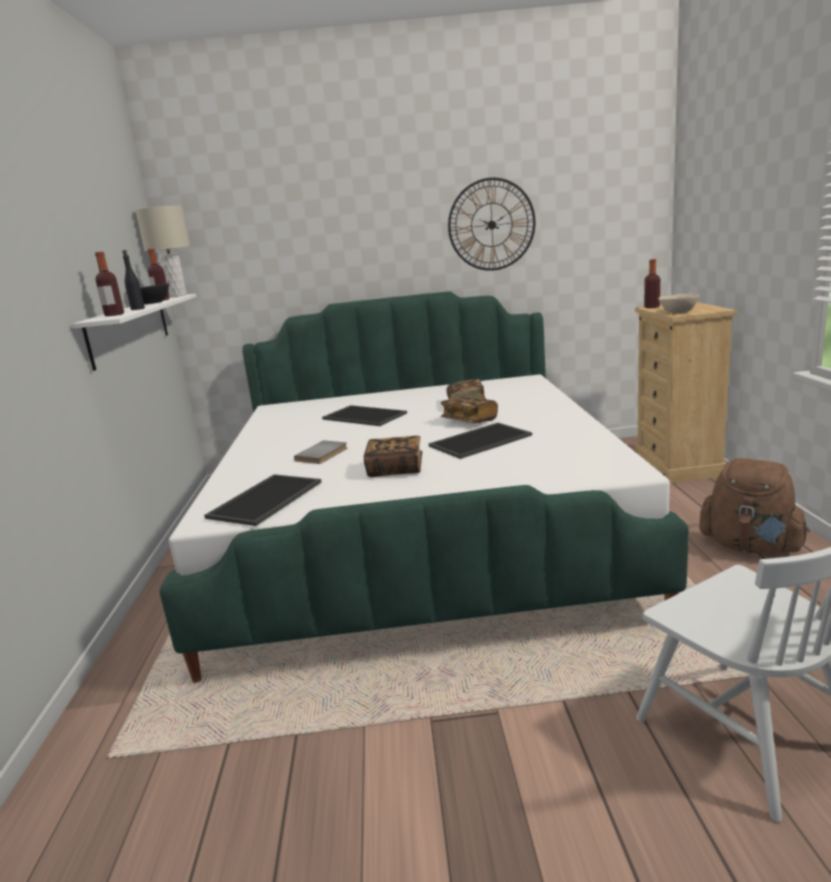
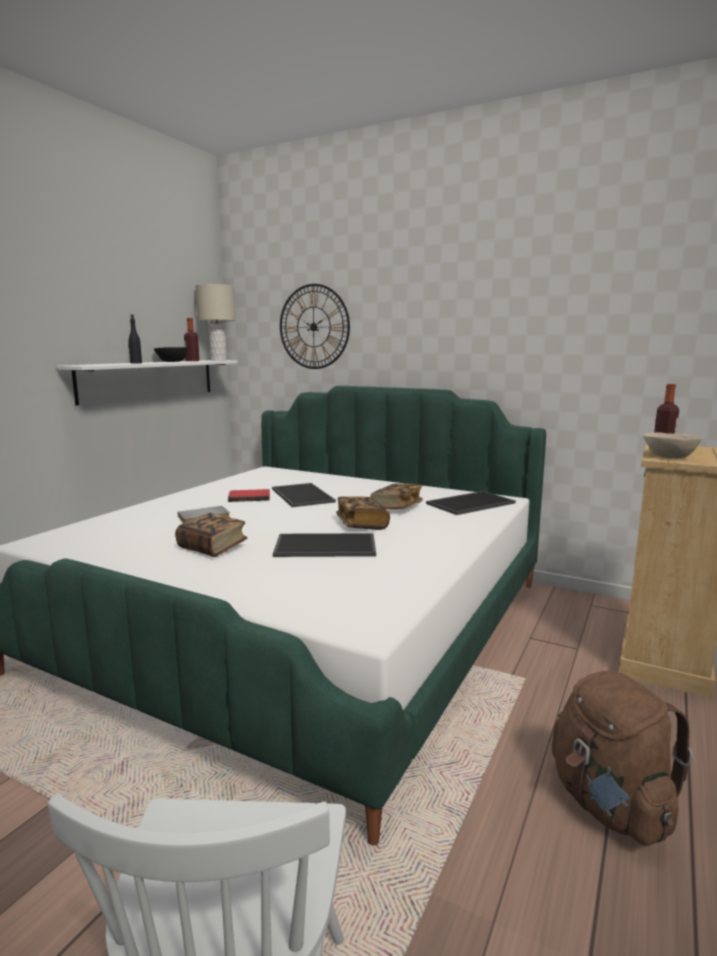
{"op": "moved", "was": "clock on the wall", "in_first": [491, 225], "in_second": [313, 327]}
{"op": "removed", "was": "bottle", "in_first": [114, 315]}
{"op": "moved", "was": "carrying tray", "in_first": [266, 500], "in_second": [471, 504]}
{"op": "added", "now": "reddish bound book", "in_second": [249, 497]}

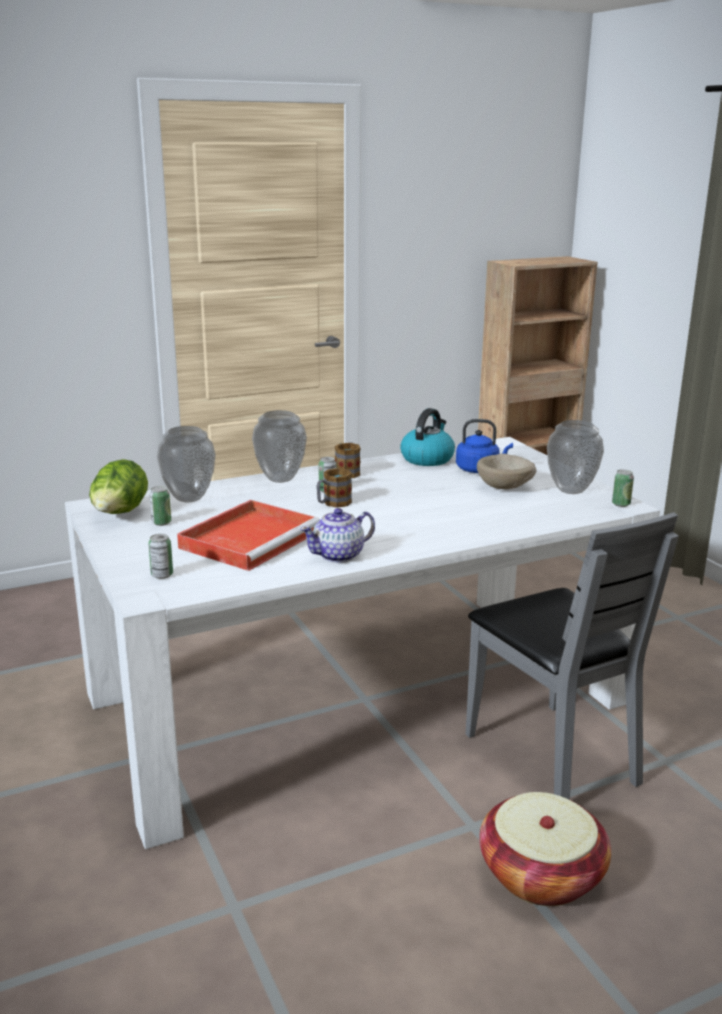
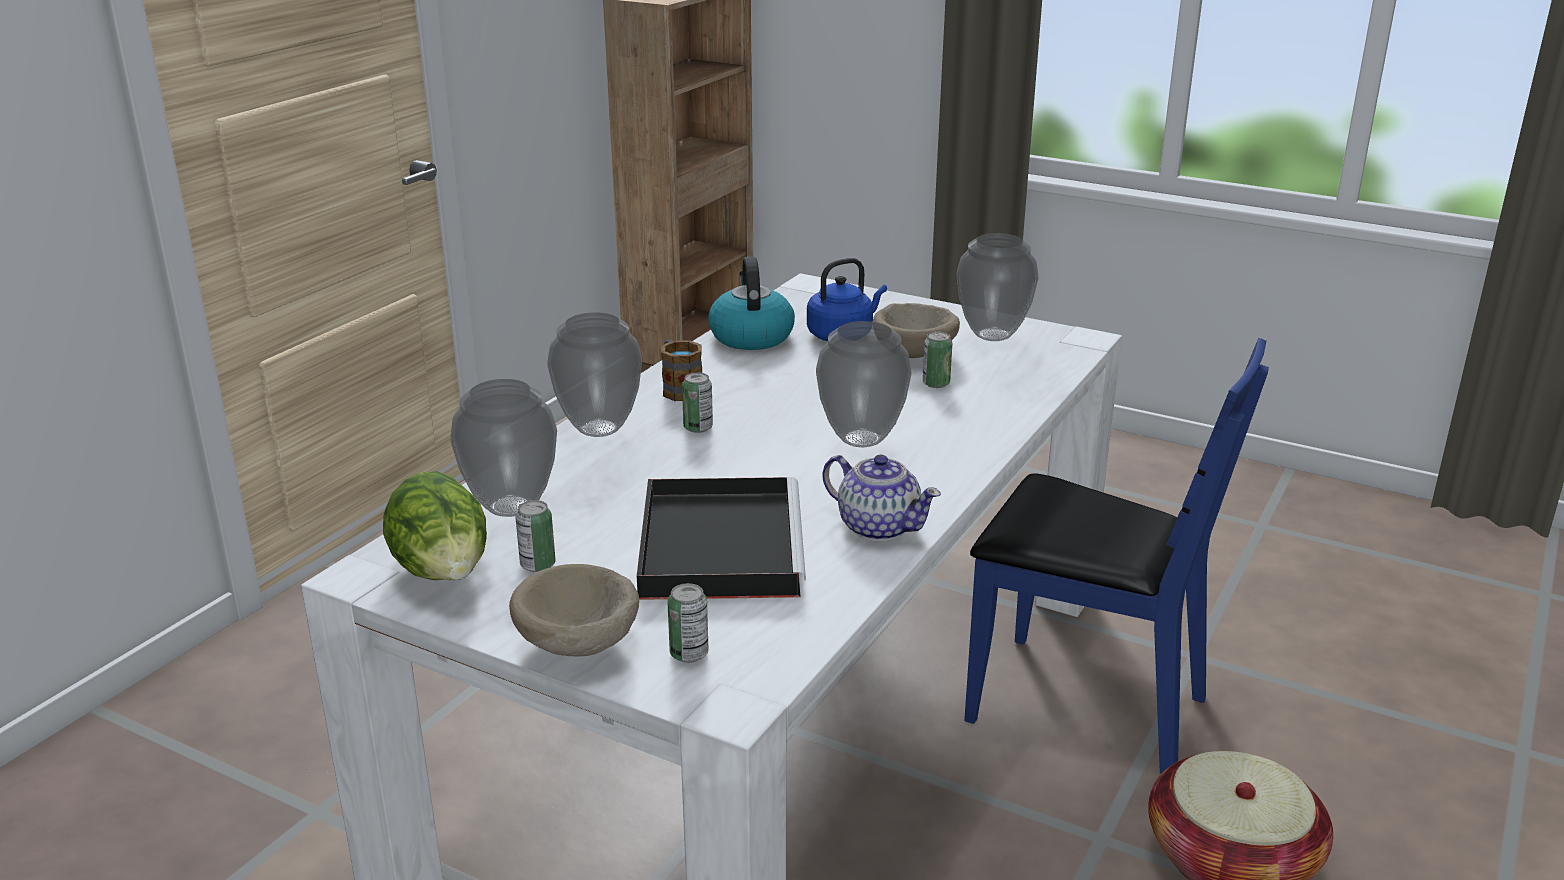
{"op": "removed", "was": "tea mug", "in_first": [333, 503]}
{"op": "moved", "was": "metal can", "in_first": [621, 504], "in_second": [936, 383]}
{"op": "recoloured", "was": "reddish carrying tray", "now": "black carrying tray", "in_first": [251, 539], "in_second": [718, 544]}
{"op": "turned", "was": "teapot", "in_first": [339, 555], "in_second": [878, 526], "clockwise": -75}
{"op": "recoloured", "was": "greyish chair", "now": "blue chair", "in_first": [551, 756], "in_second": [1084, 705]}
{"op": "added", "now": "vase", "in_second": [862, 439]}
{"op": "added", "now": "beige-coloured bowl", "in_second": [577, 647]}

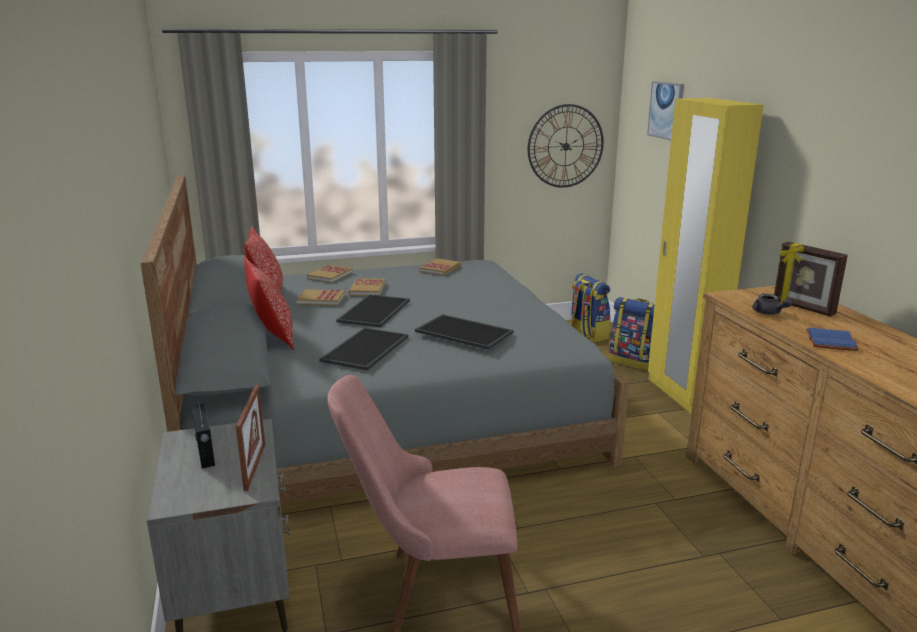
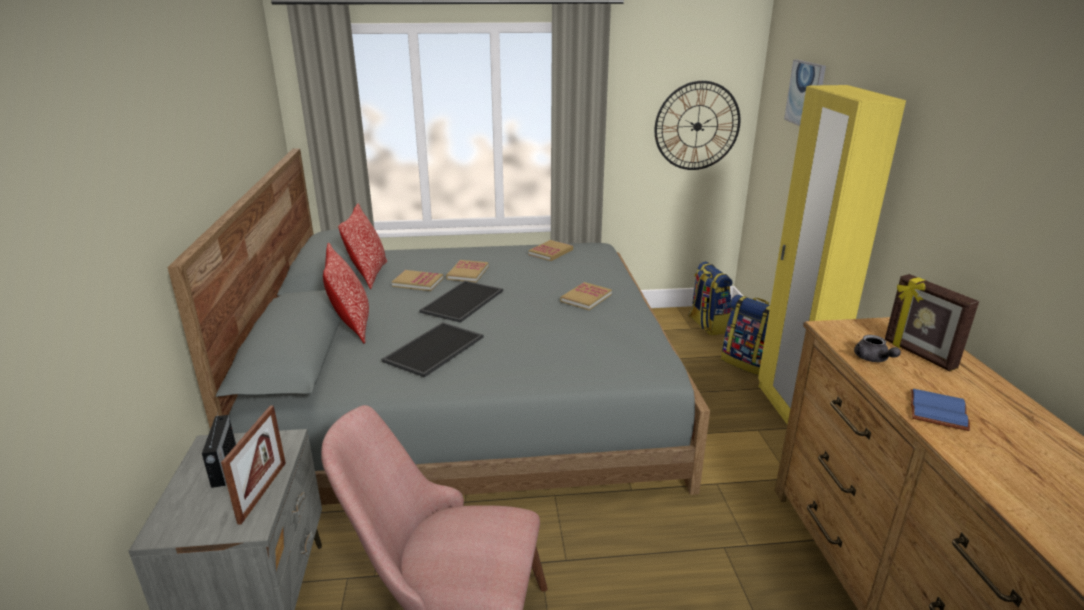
{"op": "moved", "was": "bound book", "in_first": [330, 276], "in_second": [586, 298]}
{"op": "removed", "was": "carrying tray", "in_first": [465, 332]}

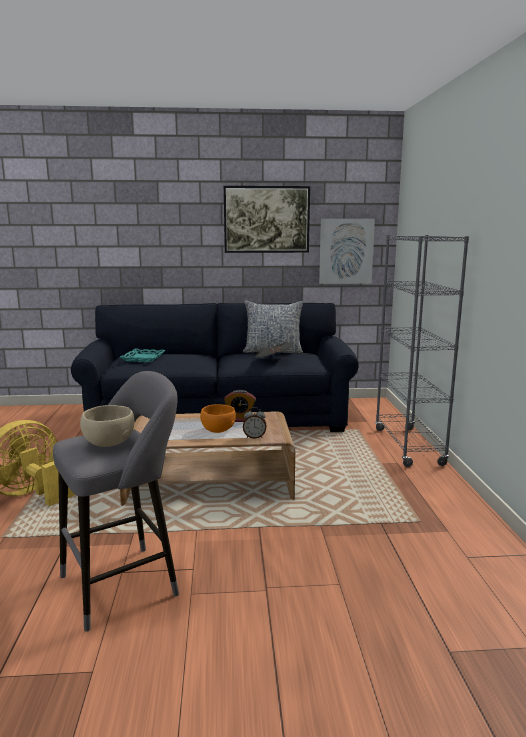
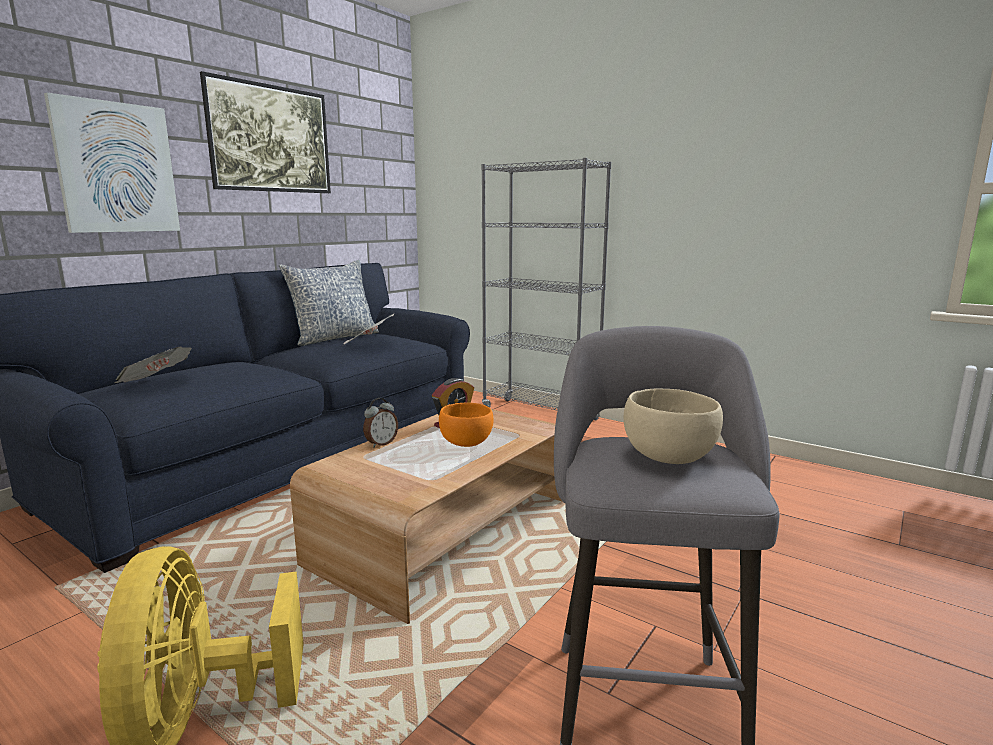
{"op": "moved", "was": "wall art", "in_first": [346, 251], "in_second": [116, 168]}
{"op": "replaced", "was": "blue-green carrying tray", "now": "newspaper", "in_first": [143, 358], "in_second": [156, 384]}
{"op": "moved", "was": "bedside clock", "in_first": [254, 437], "in_second": [381, 443]}

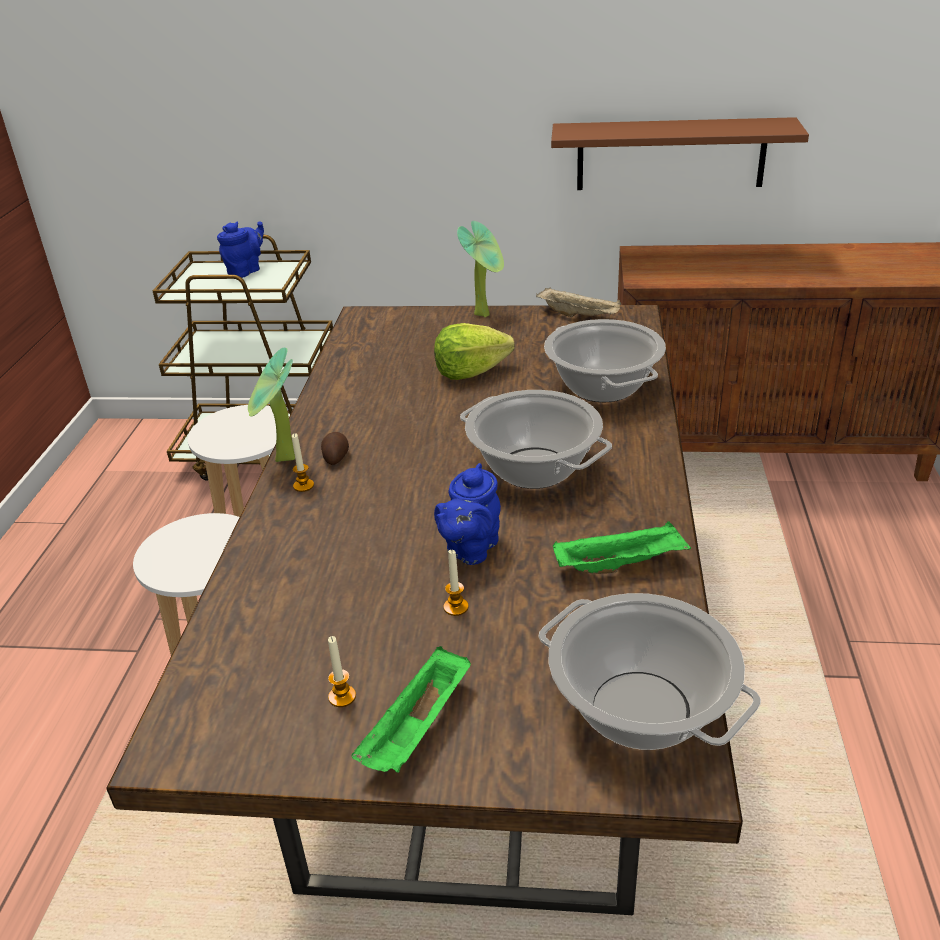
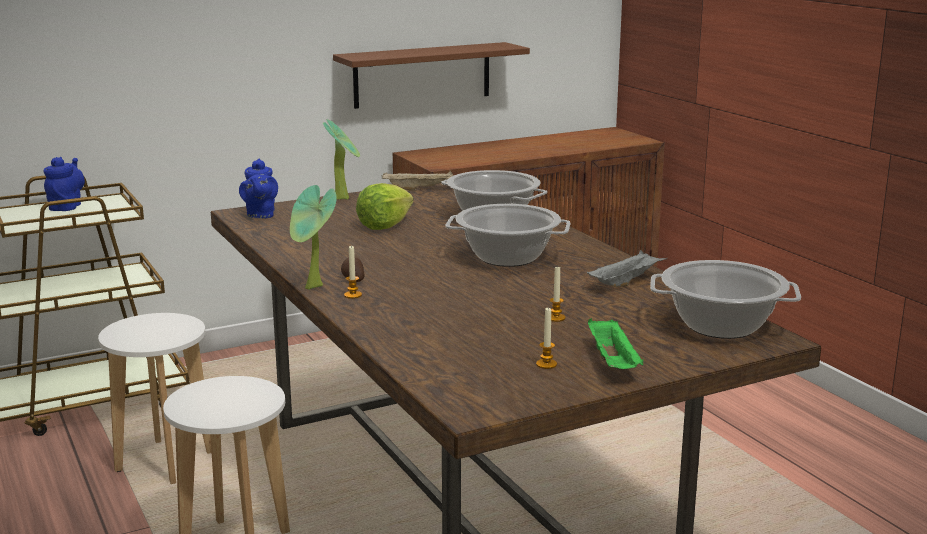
{"op": "moved", "was": "blue teapot", "in_first": [470, 549], "in_second": [260, 215]}
{"op": "recoloured", "was": "green carrying tray", "now": "greyish carrying tray", "in_first": [621, 564], "in_second": [626, 282]}

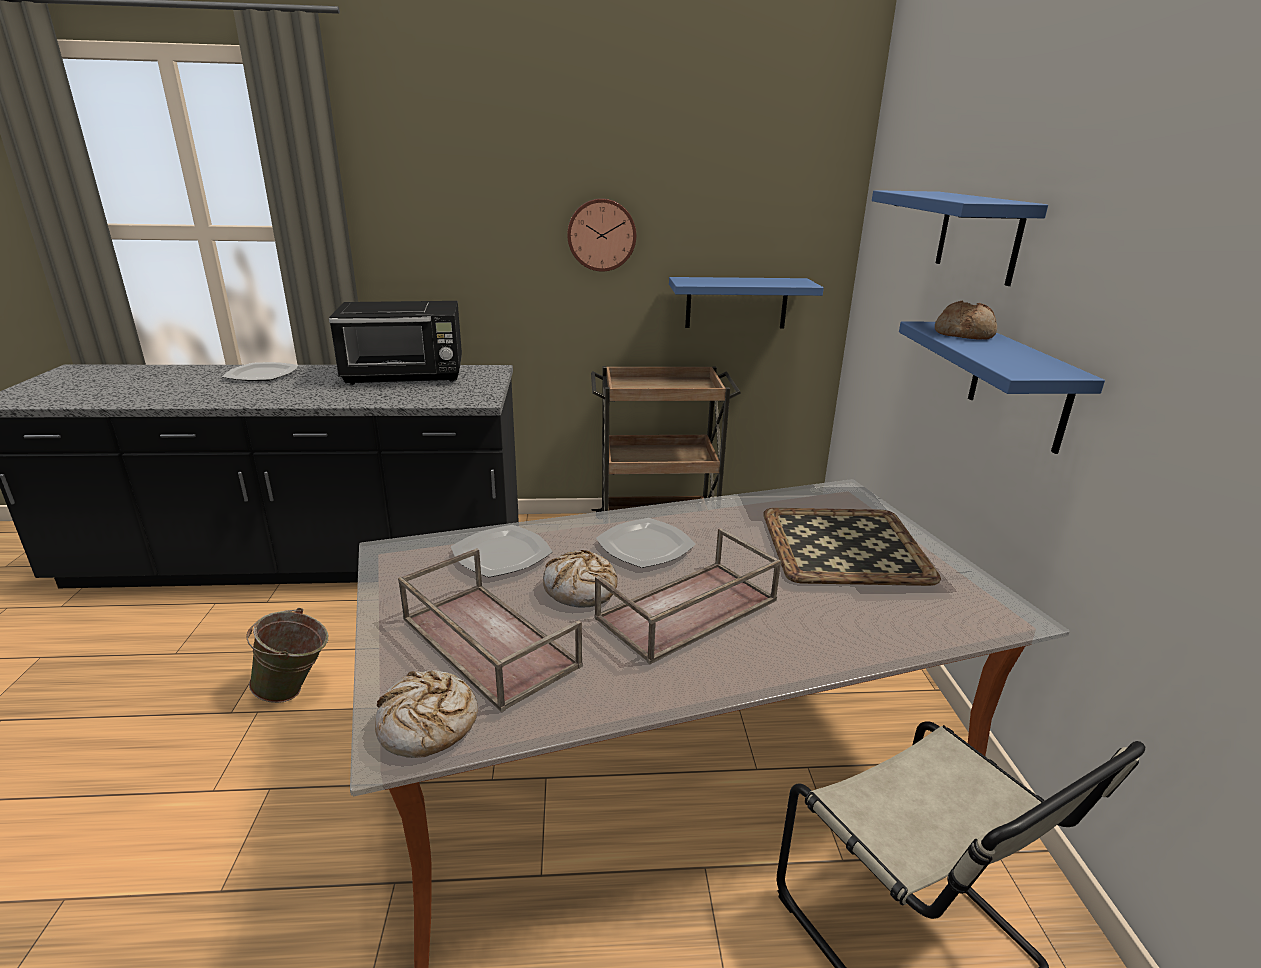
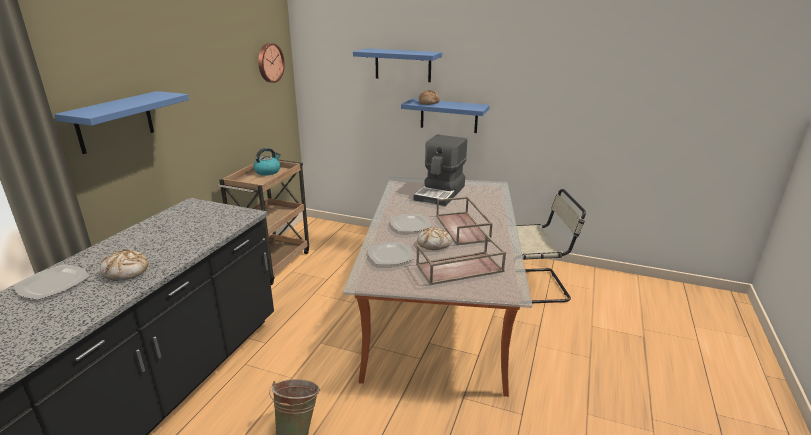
{"op": "moved", "was": "clock on the wall", "in_first": [601, 235], "in_second": [269, 63]}
{"op": "moved", "was": "blue shelf", "in_first": [736, 303], "in_second": [115, 122]}
{"op": "removed", "was": "black microwave oven", "in_first": [406, 376]}
{"op": "replaced", "was": "carrying tray", "now": "coffee brewer", "in_first": [846, 547], "in_second": [441, 193]}
{"op": "moved", "was": "bakery bread", "in_first": [427, 724], "in_second": [126, 271]}
{"op": "added", "now": "water kettle", "in_second": [268, 171]}

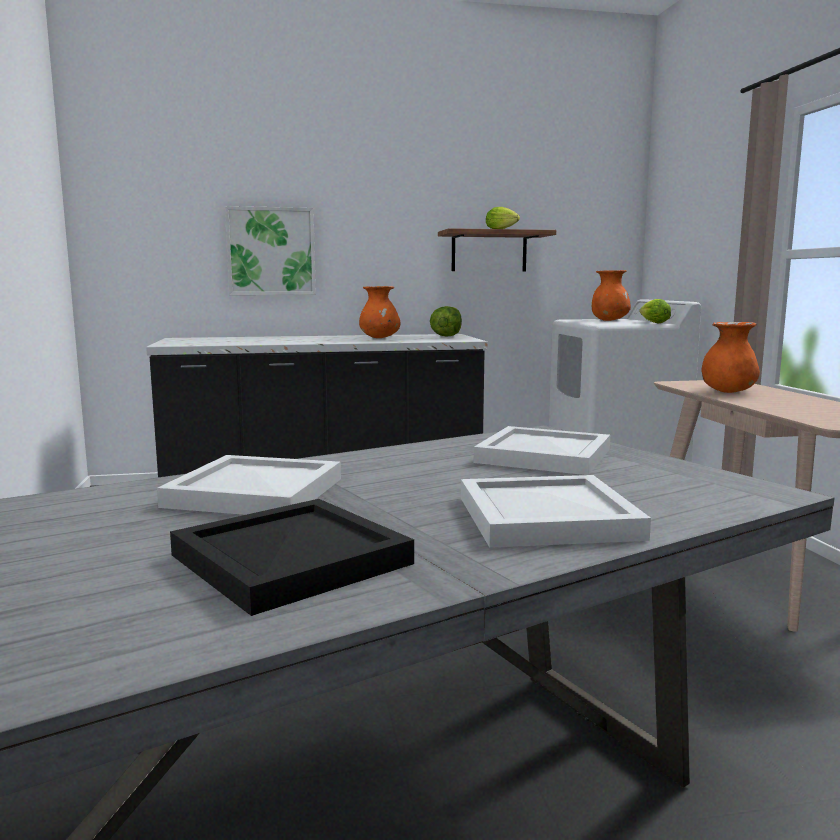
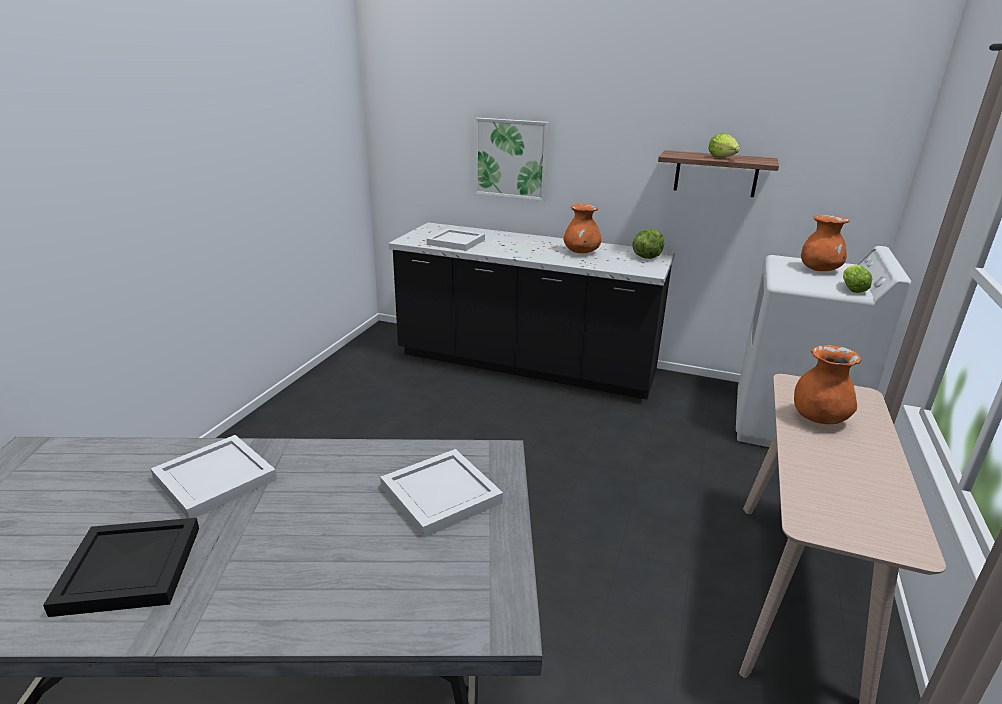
{"op": "moved", "was": "white carrying tray", "in_first": [545, 518], "in_second": [455, 242]}

